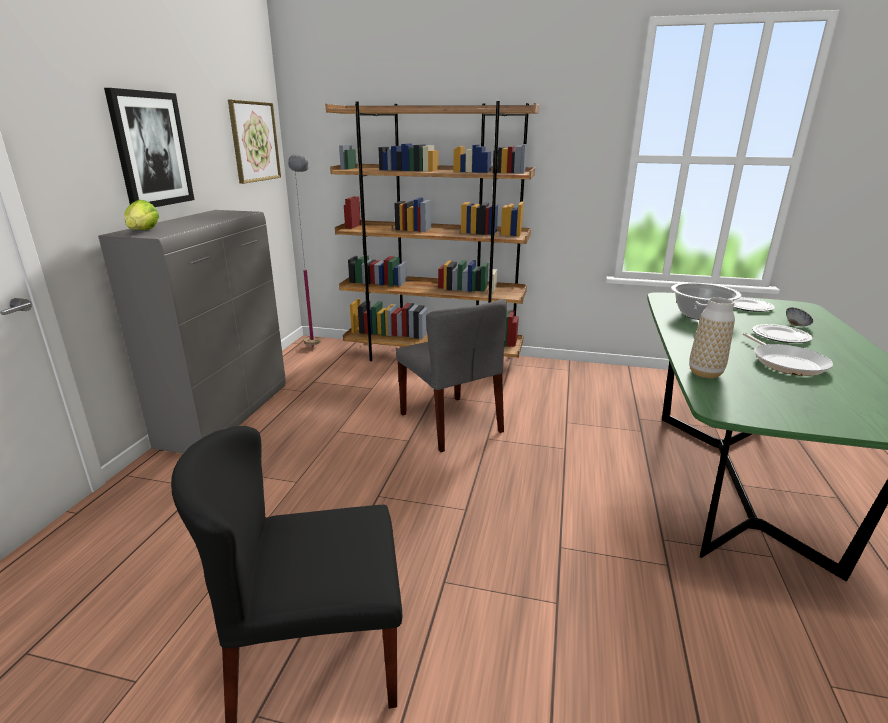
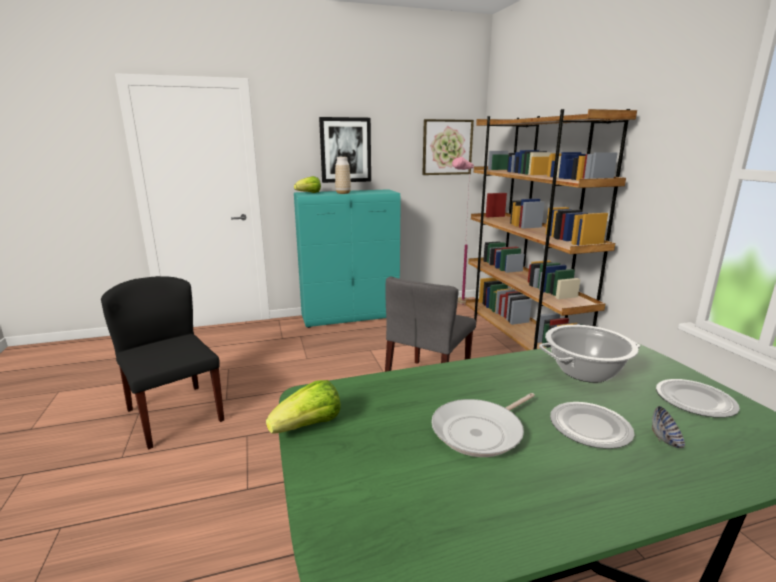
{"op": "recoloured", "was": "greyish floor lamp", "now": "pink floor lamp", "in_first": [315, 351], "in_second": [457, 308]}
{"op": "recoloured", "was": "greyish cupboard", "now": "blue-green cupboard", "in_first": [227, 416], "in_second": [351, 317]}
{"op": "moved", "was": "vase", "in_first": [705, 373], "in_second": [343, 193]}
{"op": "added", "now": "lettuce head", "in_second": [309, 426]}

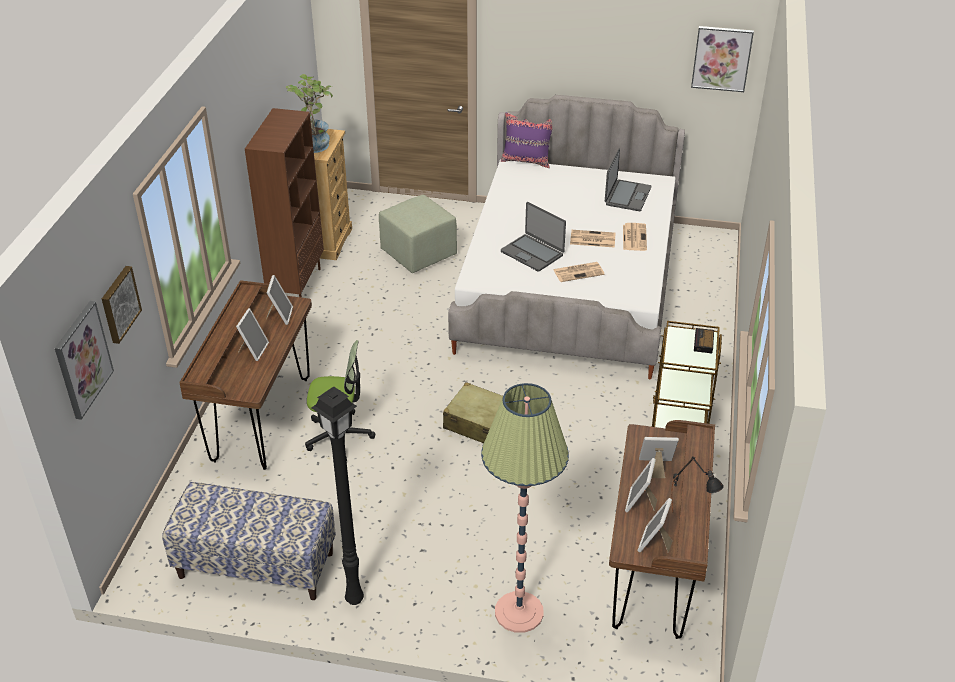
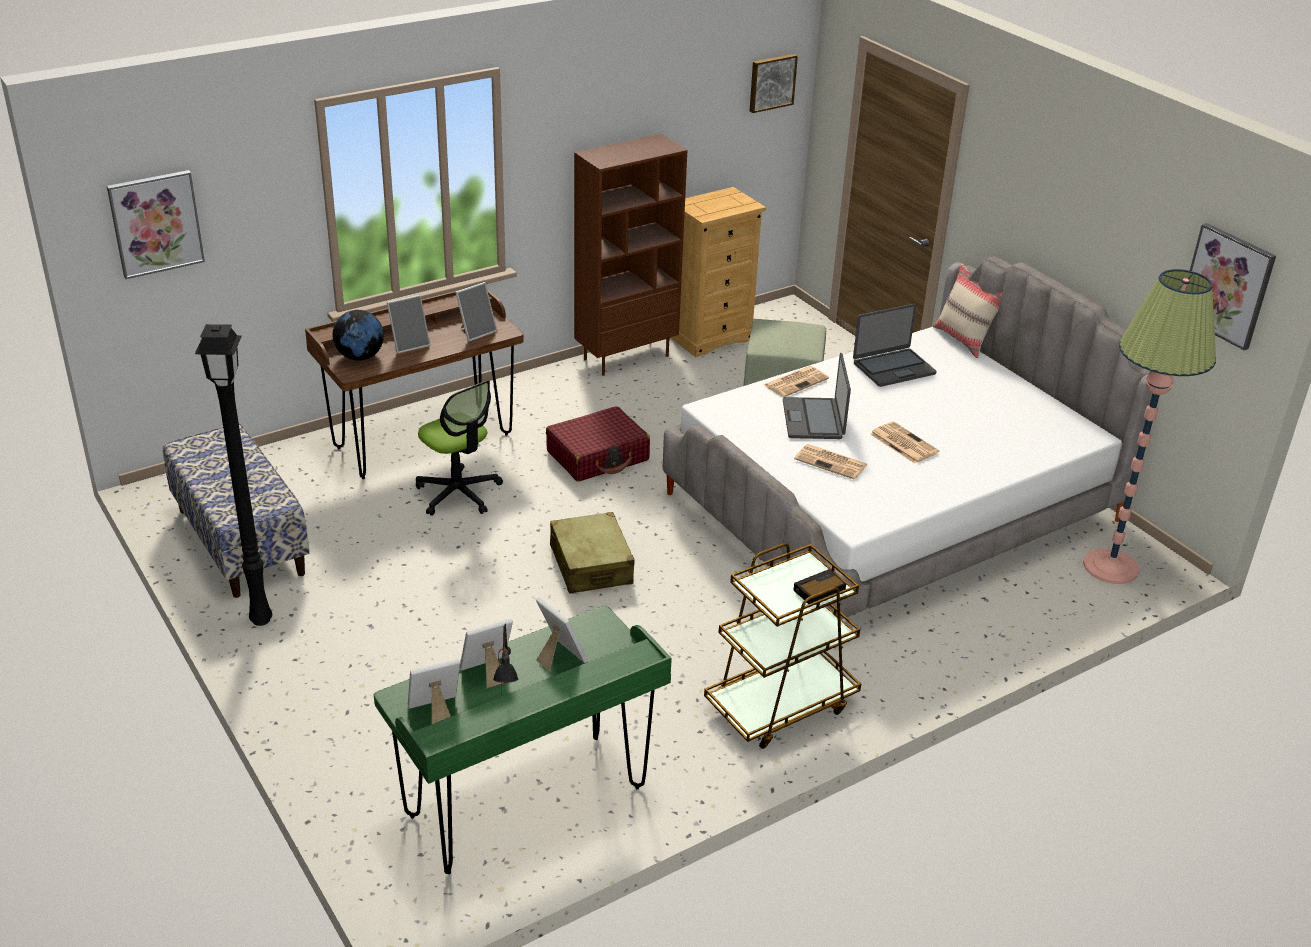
{"op": "removed", "was": "plant in a pot", "in_first": [314, 142]}
{"op": "recoloured", "was": "purplish cushion", "now": "beige-coloured cushion", "in_first": [527, 161], "in_second": [964, 340]}
{"op": "moved", "was": "laptop", "in_first": [627, 196], "in_second": [893, 368]}
{"op": "moved", "was": "newspaper", "in_first": [634, 237], "in_second": [796, 381]}
{"op": "moved", "was": "wall art", "in_first": [119, 304], "in_second": [771, 82]}
{"op": "moved", "was": "floor lamp", "in_first": [519, 612], "in_second": [1110, 567]}
{"op": "recoloured", "was": "brownish desk unit", "now": "green desk unit", "in_first": [653, 572], "in_second": [527, 803]}
{"op": "added", "now": "world globe", "in_second": [360, 357]}
{"op": "added", "now": "reddish piece of luggage", "in_second": [598, 456]}

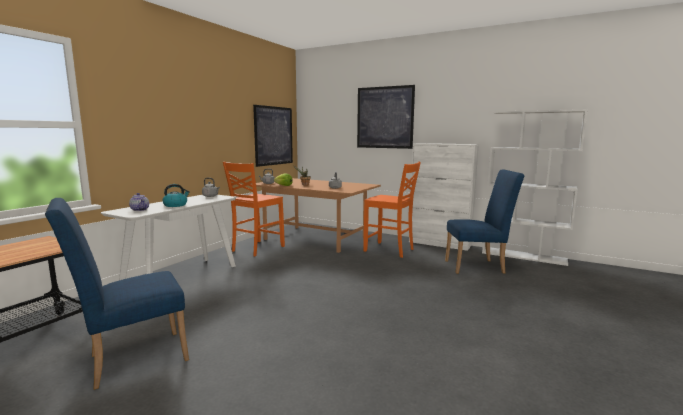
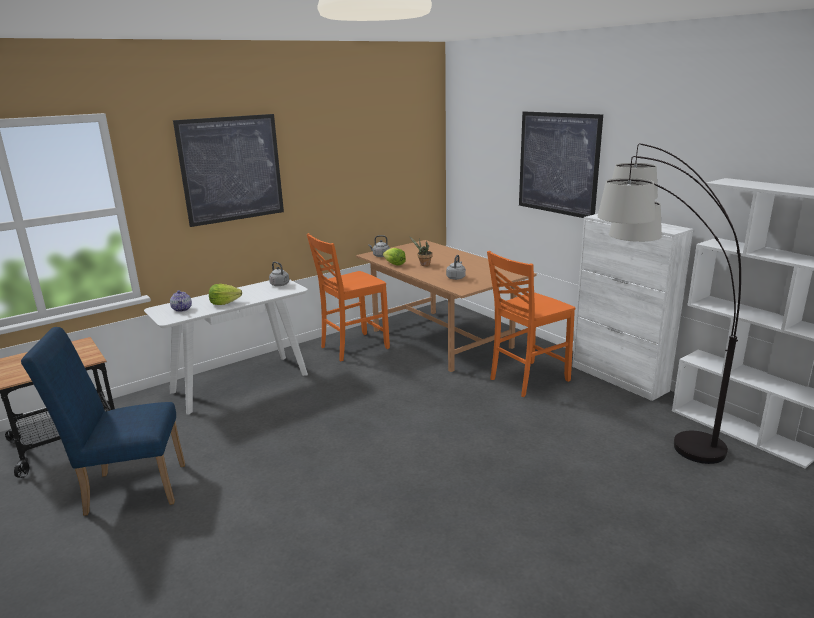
{"op": "moved", "was": "wall art", "in_first": [273, 136], "in_second": [231, 169]}
{"op": "turned", "was": "orange chair", "in_first": [390, 250], "in_second": [527, 379], "clockwise": 90}
{"op": "replaced", "was": "blue chair", "now": "floor lamp", "in_first": [478, 266], "in_second": [635, 438]}
{"op": "replaced", "was": "water kettle", "now": "lettuce head", "in_first": [176, 205], "in_second": [224, 303]}

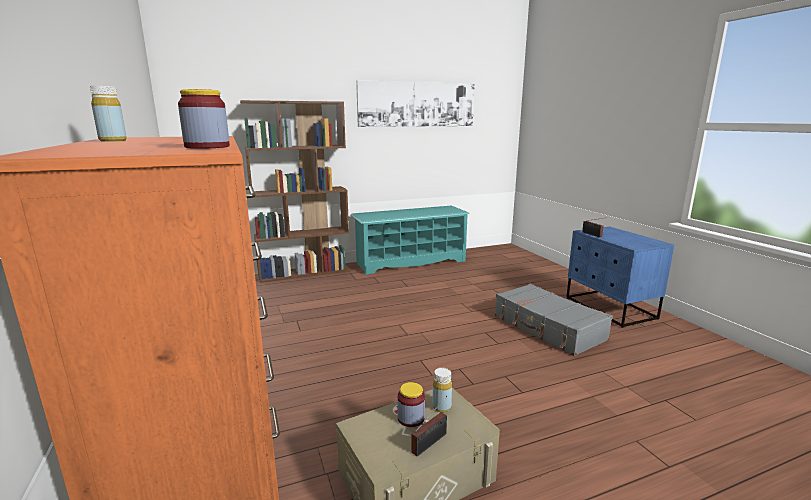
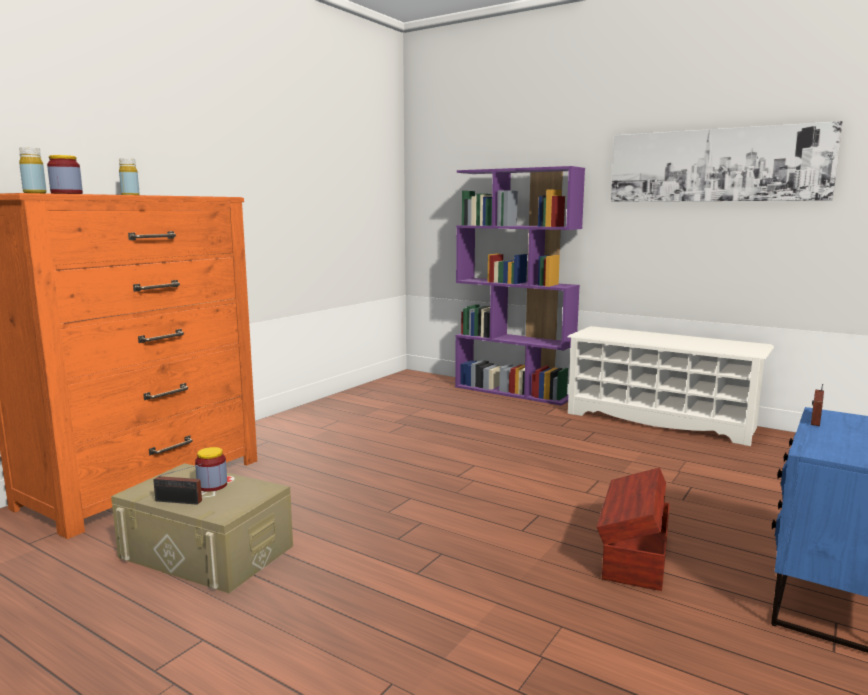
{"op": "recoloured", "was": "brownish bookcase", "now": "purplish bookcase", "in_first": [305, 272], "in_second": [514, 392]}
{"op": "recoloured", "was": "blue-green shoe stand", "now": "white shoe stand", "in_first": [410, 262], "in_second": [661, 420]}
{"op": "replaced", "was": "greyish piece of luggage", "now": "brownish storage bin", "in_first": [548, 328], "in_second": [634, 555]}
{"op": "moved", "was": "yellow-coloured bottle", "in_first": [441, 407], "in_second": [35, 193]}

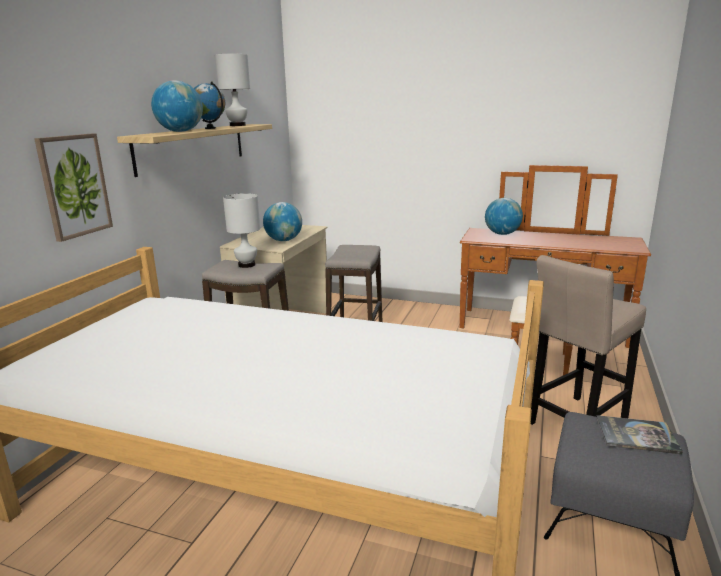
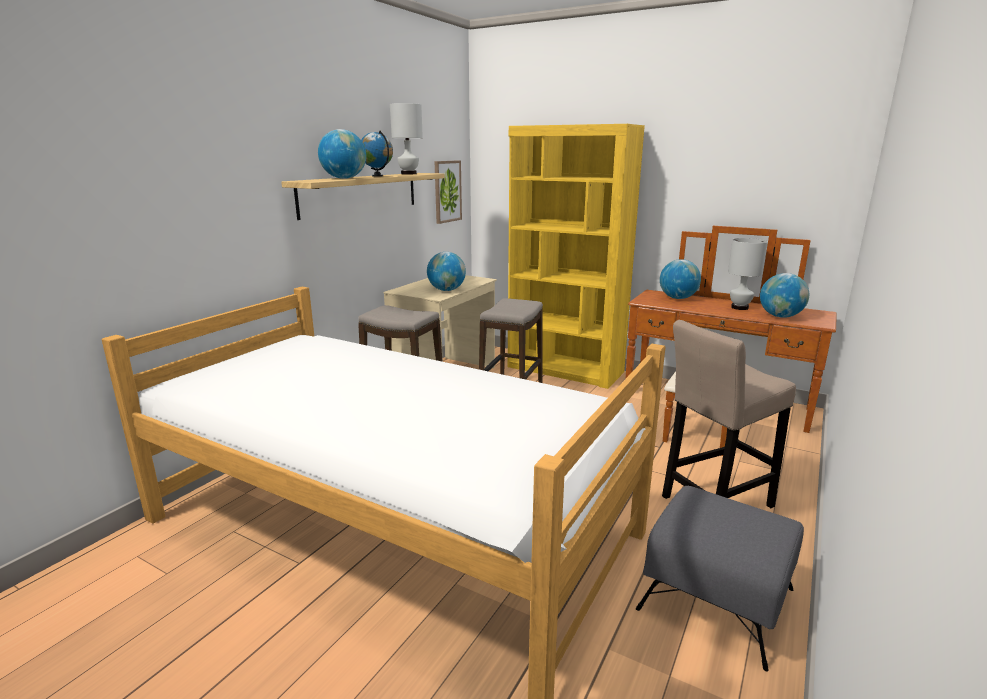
{"op": "moved", "was": "wall art", "in_first": [74, 186], "in_second": [447, 191]}
{"op": "moved", "was": "white lamp for a table", "in_first": [246, 265], "in_second": [739, 307]}
{"op": "removed", "was": "bound book", "in_first": [636, 435]}
{"op": "added", "now": "yellow-coloured bookcase", "in_second": [565, 370]}
{"op": "added", "now": "world globe", "in_second": [780, 316]}

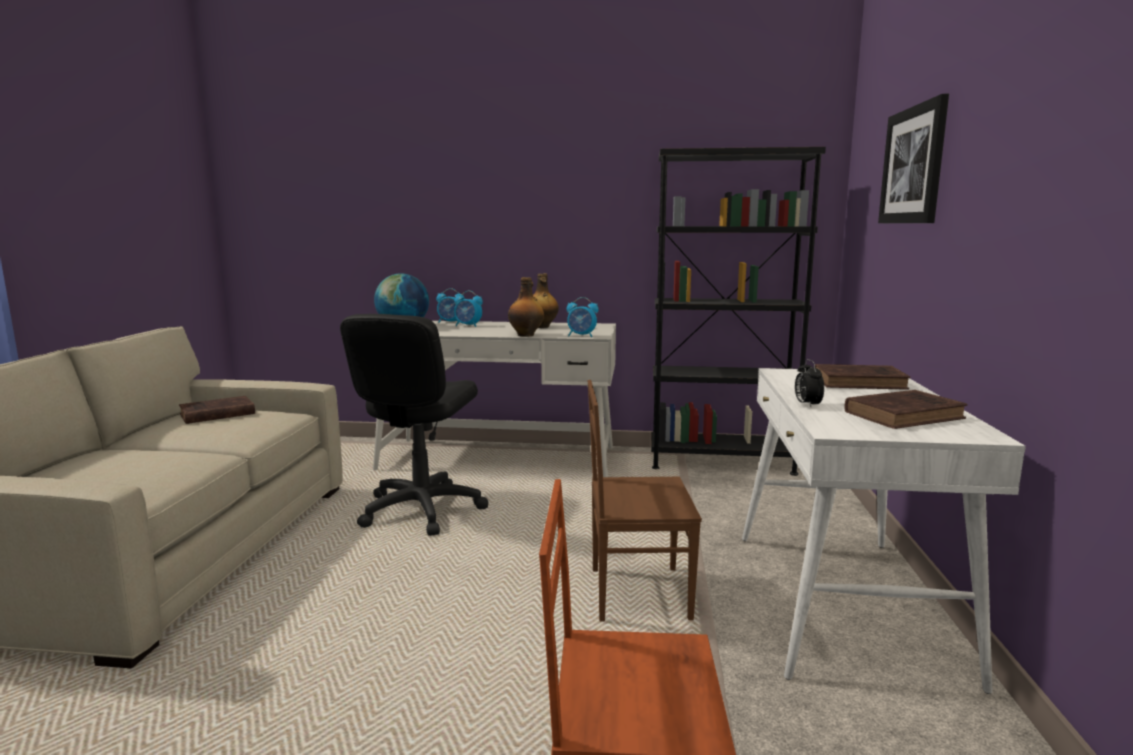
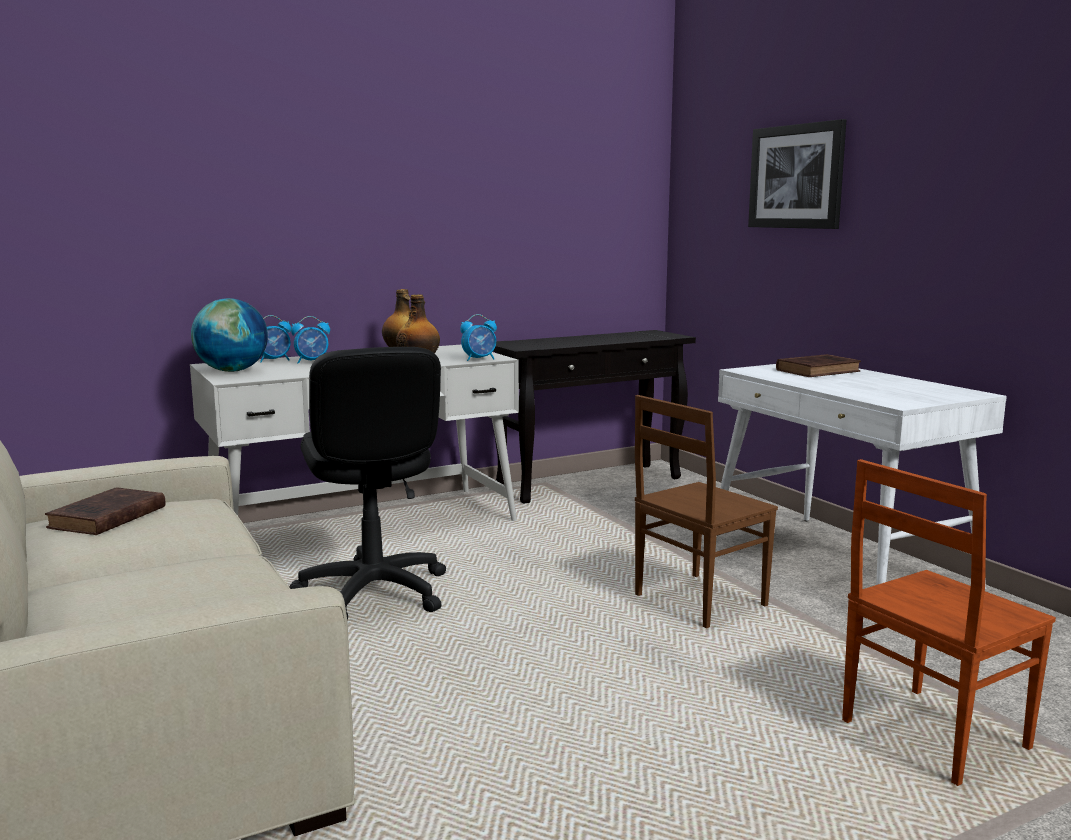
{"op": "replaced", "was": "black bookcase", "now": "black hall table", "in_first": [721, 462], "in_second": [590, 483]}
{"op": "removed", "was": "bedside clock", "in_first": [807, 405]}
{"op": "removed", "was": "brownish bound book", "in_first": [906, 415]}

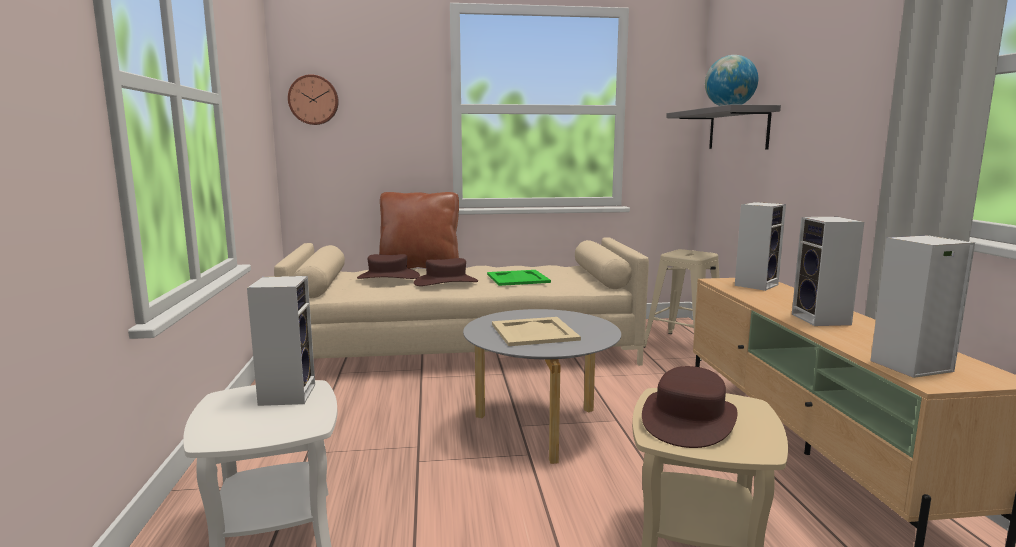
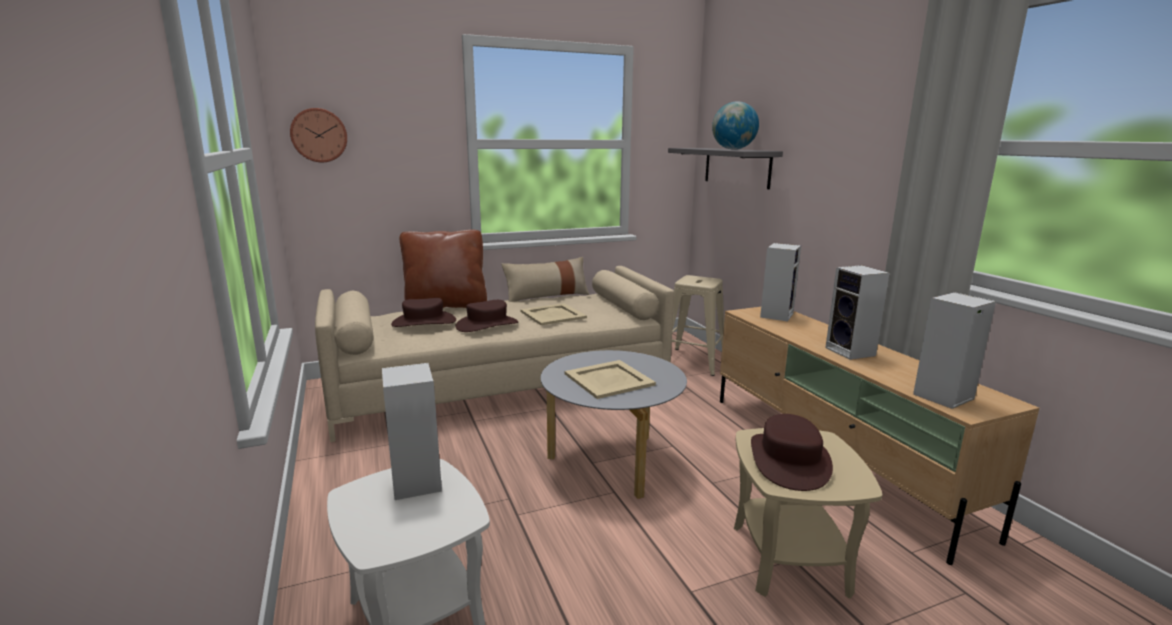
{"op": "recoloured", "was": "green carrying tray", "now": "beige-coloured carrying tray", "in_first": [518, 278], "in_second": [553, 315]}
{"op": "added", "now": "beige-coloured cushion", "in_second": [547, 296]}

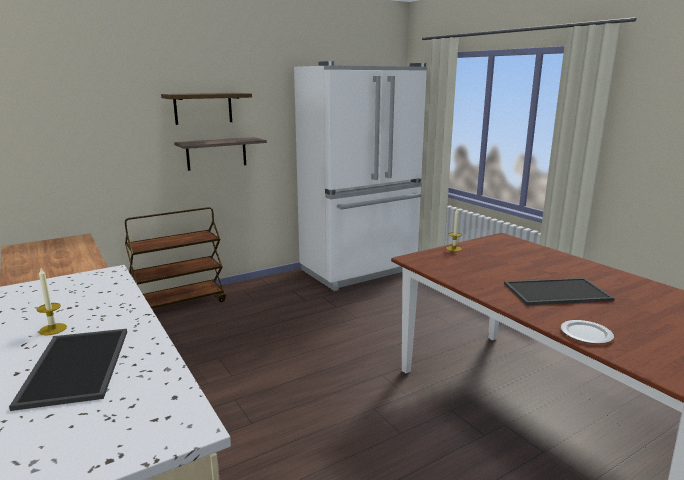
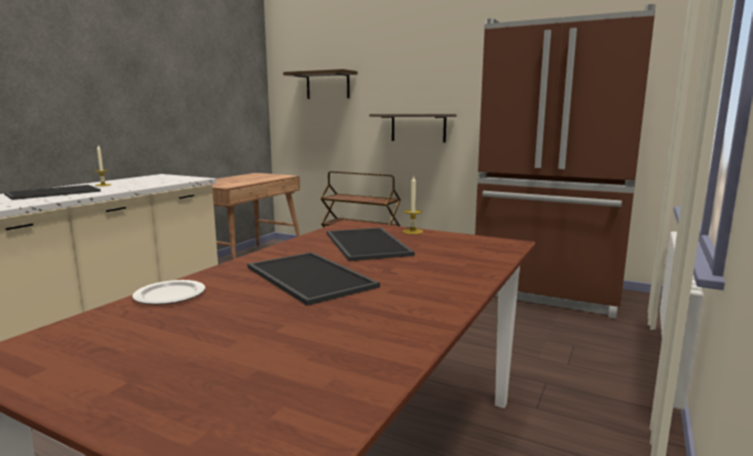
{"op": "recoloured", "was": "white fridge", "now": "brownish fridge", "in_first": [360, 270], "in_second": [548, 293]}
{"op": "moved", "was": "shelf", "in_first": [203, 108], "in_second": [328, 85]}
{"op": "added", "now": "carrying tray", "in_second": [369, 244]}

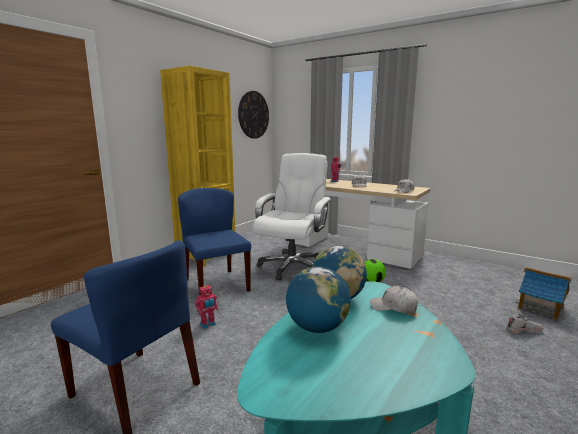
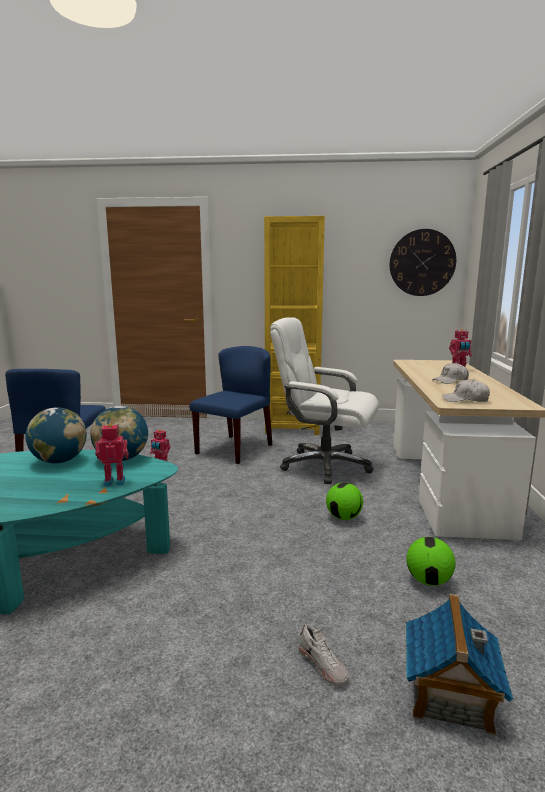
{"op": "turned", "was": "white computer chair", "in_first": [292, 266], "in_second": [324, 465], "clockwise": -150}
{"op": "replaced", "was": "white peaked cap", "now": "robot figure", "in_first": [393, 307], "in_second": [114, 481]}
{"op": "added", "now": "ball for football", "in_second": [428, 581]}

